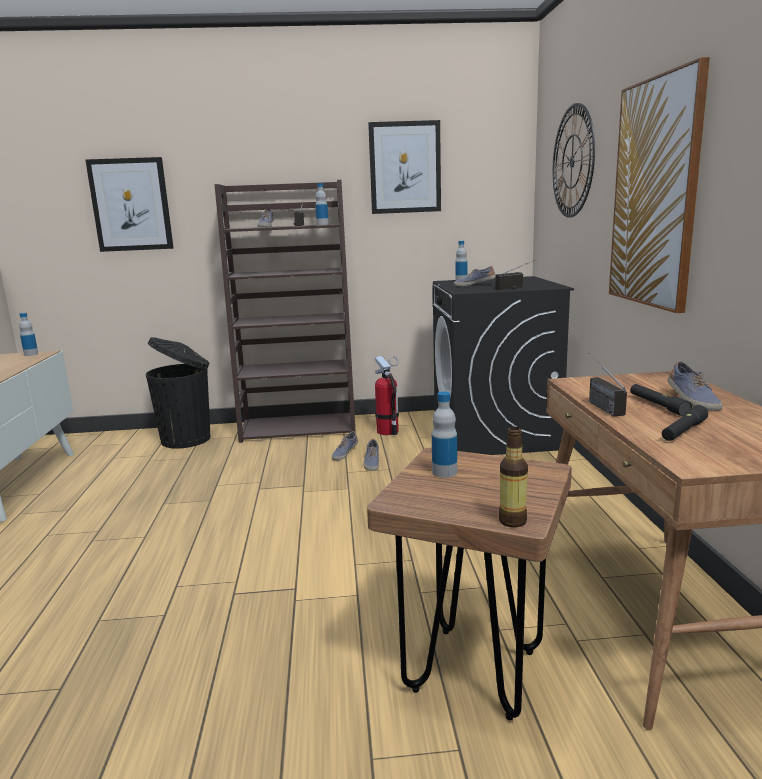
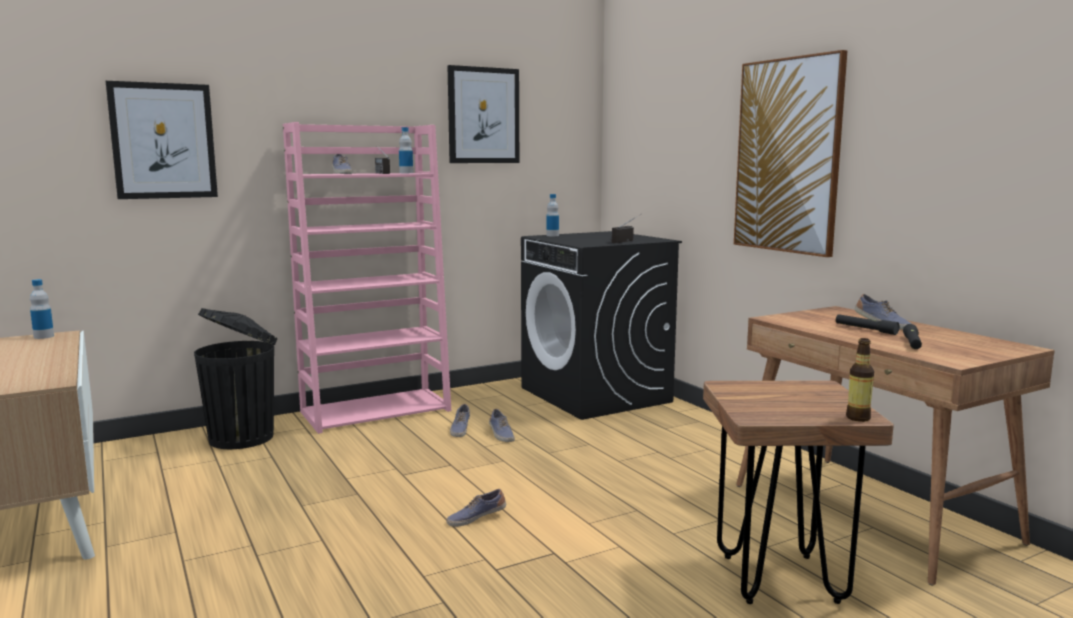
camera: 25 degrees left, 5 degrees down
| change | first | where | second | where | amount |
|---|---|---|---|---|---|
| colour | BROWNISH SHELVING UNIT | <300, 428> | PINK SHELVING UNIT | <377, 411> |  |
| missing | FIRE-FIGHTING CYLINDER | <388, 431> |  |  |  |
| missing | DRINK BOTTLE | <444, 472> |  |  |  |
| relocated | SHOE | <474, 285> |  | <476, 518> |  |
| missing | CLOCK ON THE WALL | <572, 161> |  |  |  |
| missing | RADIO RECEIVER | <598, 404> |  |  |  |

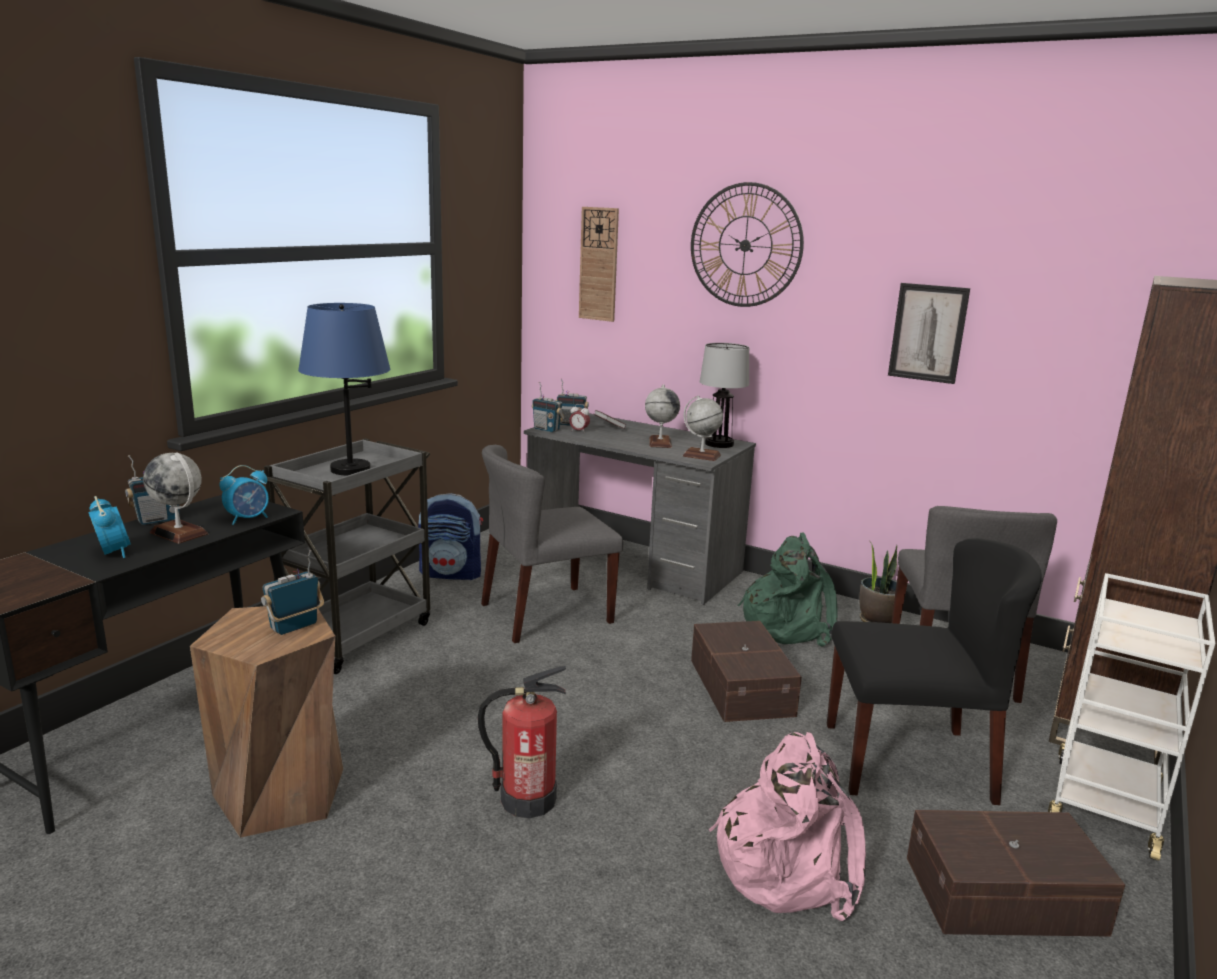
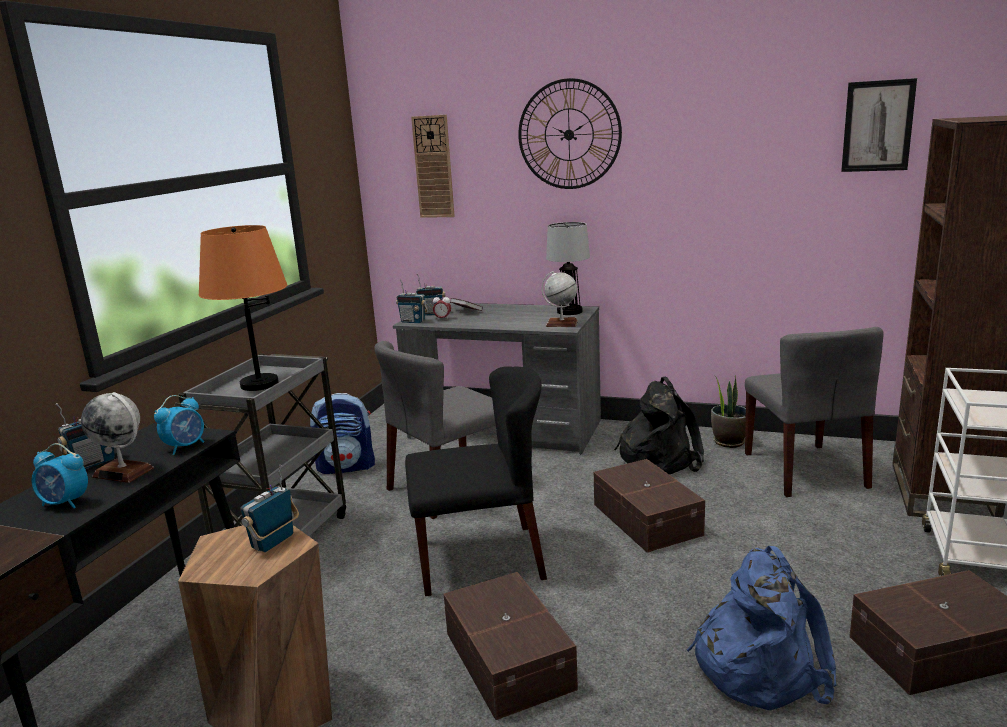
camera: 10 degrees left, 0 degrees up
| change | first | where | second | where | amount |
|---|---|---|---|---|---|
| spun | TABLE CLOCK | <113, 552> |  | <65, 503> | 150 degrees clockwise |
| colour | BLUE TABLETOP LAMP | <350, 469> | ORANGEY TABLETOP LAMP | <259, 384> |  |
| exchanged | FIRE-FIGHTING CYLINDER | <527, 799> | BROWNISH STORAGE BIN | <510, 659> |  |
| missing | WORLD GLOBE | <660, 443> |  |  |  |
| colour | PINK RUCKSACK | <788, 864> | BLUE RUCKSACK | <759, 665> |  |
| colour | GREENISH RUCKSACK | <788, 625> | BLACK-COLOURED RUCKSACK | <659, 458> |  |
| relocated | BLACK-COLOURED UPRIGHT CHAIR | <908, 761> |  | <481, 559> |  |
| relocated | WALL PICTURE | <928, 333> |  | <877, 126> |  |

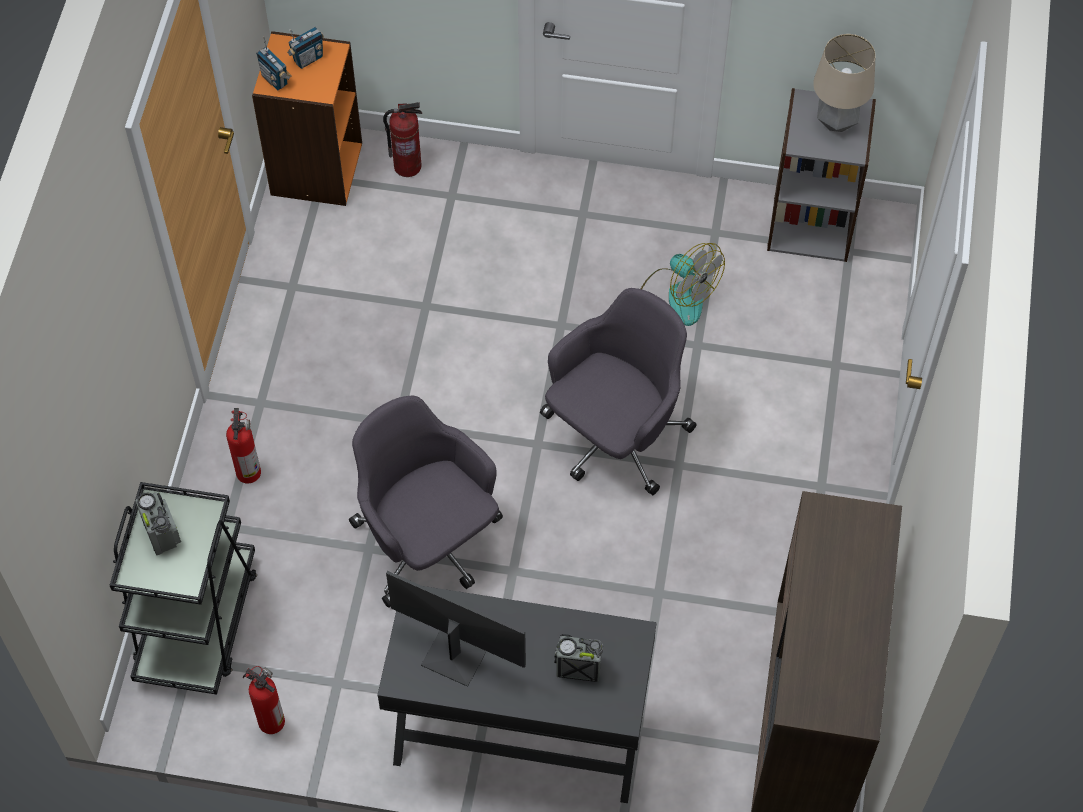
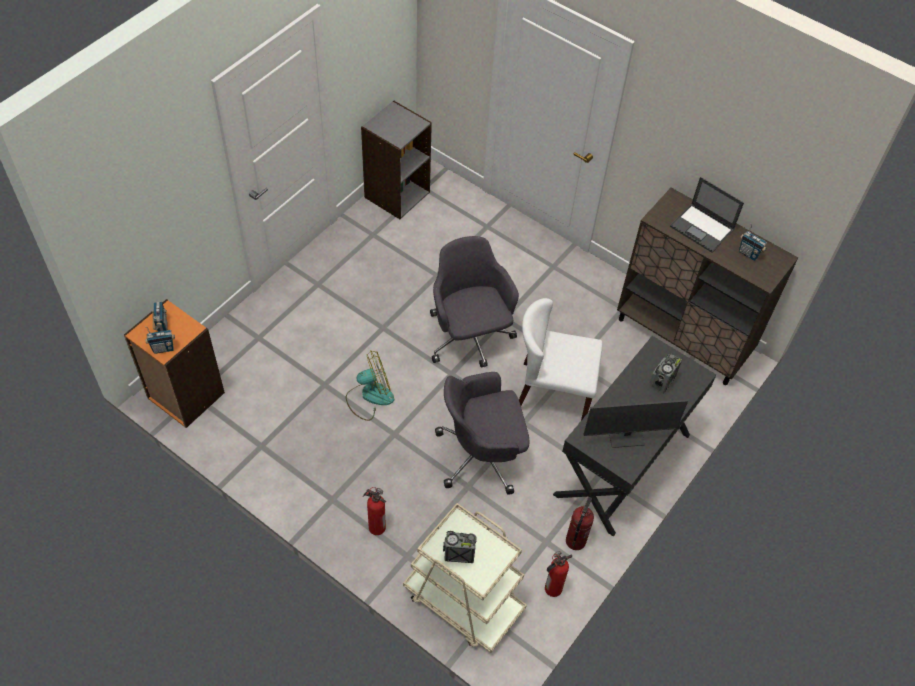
camera: 65 degrees left, 5 degrees down
| change | first | where | second | where | amount |
|---|---|---|---|---|---|
| colour | BLACK-COLOURED TROLLEY | <197, 621> | BEIGE TROLLEY | <463, 601> |  |
| relocated | FIRE-FIGHTING CYLINDER | <408, 166> |  | <575, 540> |  |
| spun | COMPUTER SCREEN | <454, 656> |  | <626, 436> | 150 degrees counterclockwise |
| relocated | ELECTRIC FAN | <677, 296> |  | <369, 396> |  |
| missing | TABLETOP LAMP | <836, 122> |  |  |  |
| appeared |  |  | WHITISH UPRIGHT CHAIR | <552, 392> |  |
| appeared |  |  | LAPTOP | <702, 228> |  |
| appeared |  |  | RADIO RECEIVER | <748, 254> |  |

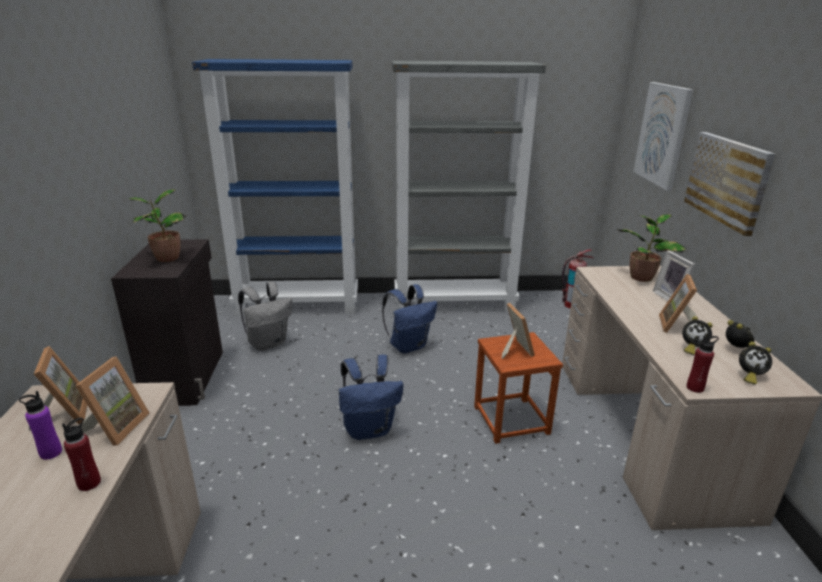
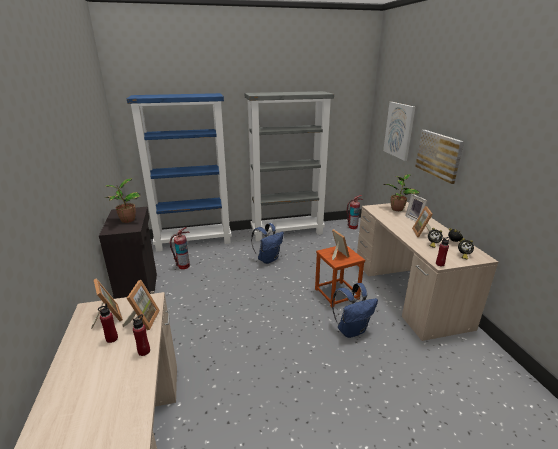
camera: 10 degrees left, 0 degrees up
| change | first | where | second | where | amount |
|---|---|---|---|---|---|
| colour | PURPLISH DRINK BOTTLE | <51, 453> | RED-COLOURED DRINK BOTTLE | <112, 338> |  |
| exchanged | GRAY RUCKSACK | <268, 343> | FIRE-FIGHTING CYLINDER | <183, 266> |  |
| relocated | BLUE RUCKSACK | <369, 429> |  | <351, 330> |  |

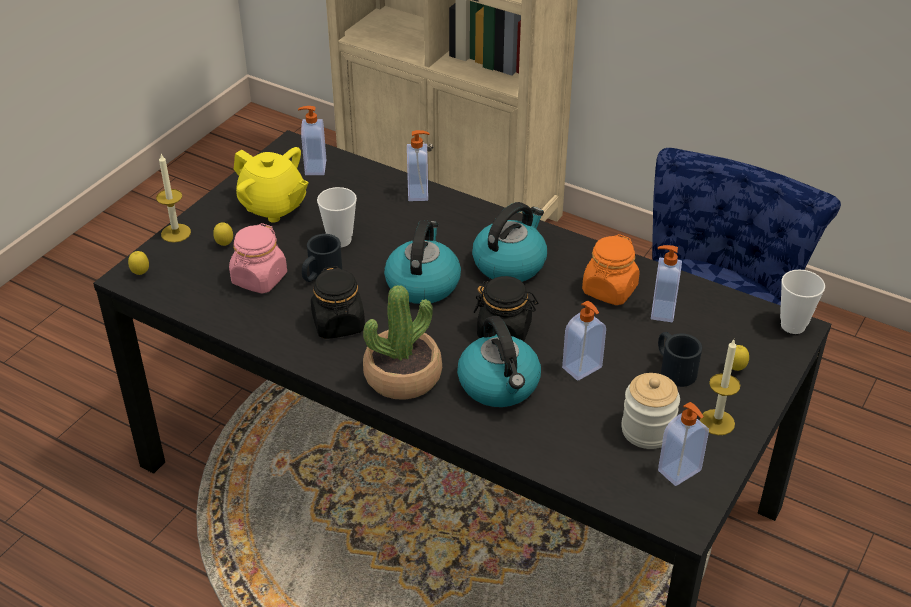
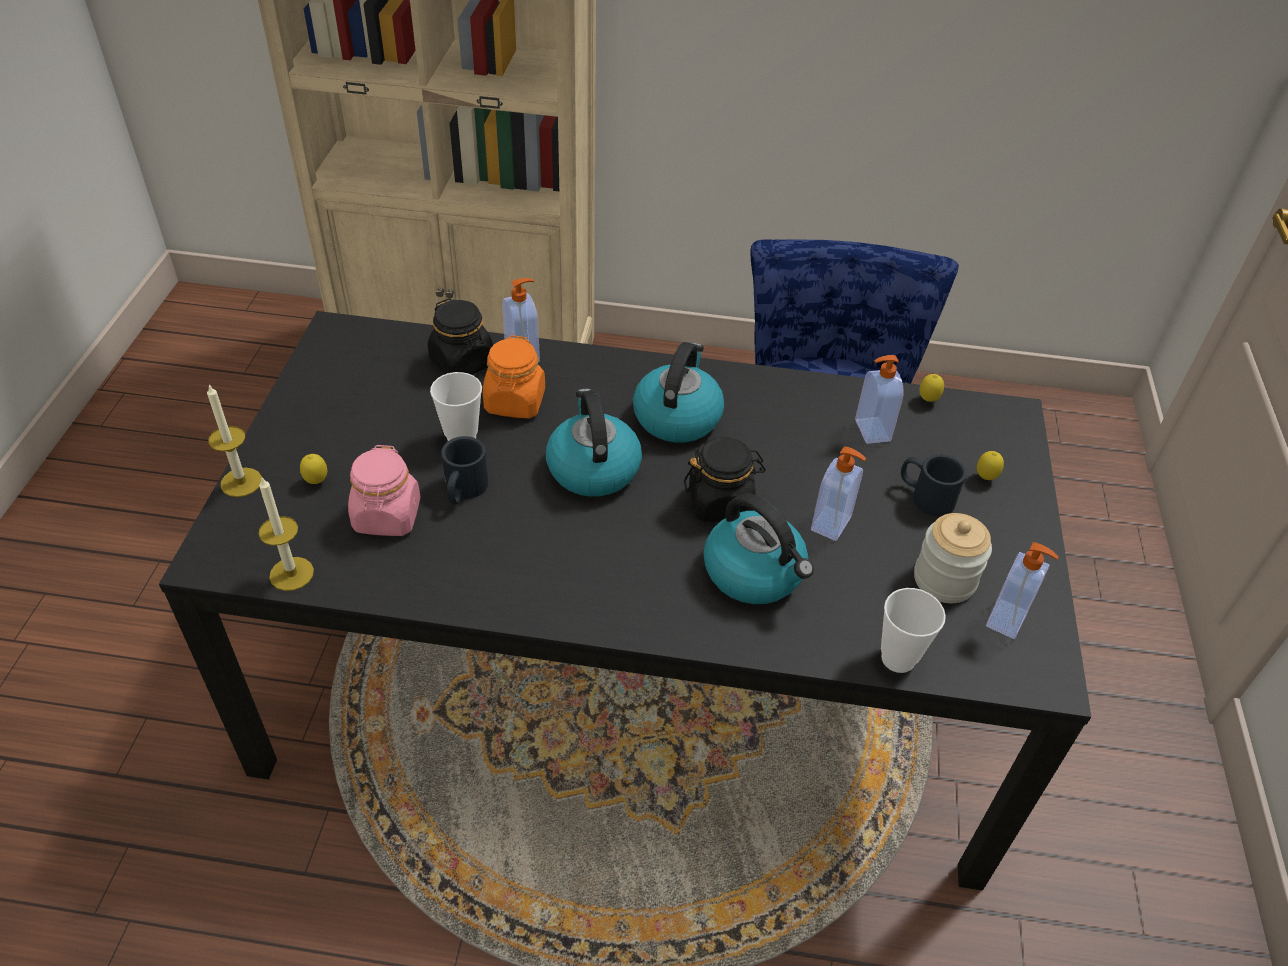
camera: 25 degrees left, 5 degrees up
| change | first | where | second | where | amount |
|---|---|---|---|---|---|
| relocated | CITRUS FRUIT | <141, 274> |  | <928, 400> |  |
| missing | YELLOWISH TEAPOT | <273, 206> |  |  |  |
| missing | LIQUID SOAP BOTTLE | <314, 168> |  |  |  |
| relocated | BLACK-COLOURED STORAGE JAR | <338, 324> |  | <462, 362> |  |
| missing | POTTED PLANT | <403, 376> |  |  |  |
| relocated | ORANGEY STORAGE JAR | <609, 290> |  | <515, 402> |  |
| relocated | WAX CANDLE | <717, 422> |  | <291, 574> |  |
| relocated | DRINKING CUP | <793, 325> |  | <898, 658> |  |

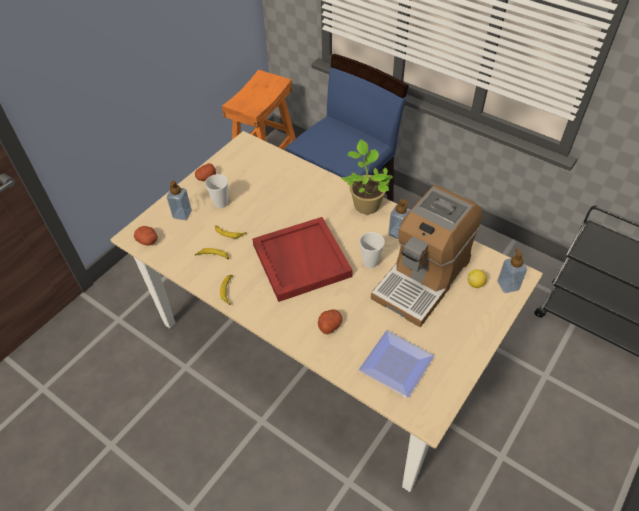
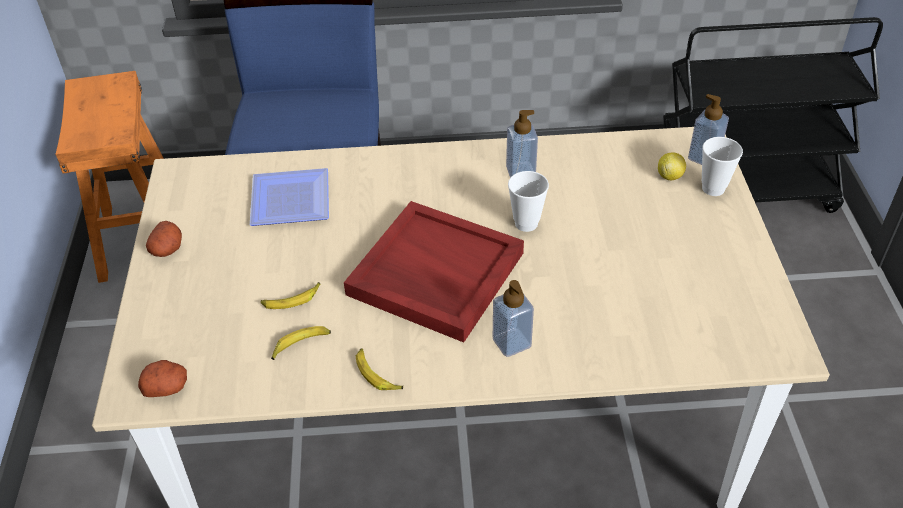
camera: 40 degrees left, 5 degrees down
| change | first | where | second | where | amount |
|---|---|---|---|---|---|
| relocated | LIQUID SOAP BOTTLE | <182, 214> |  | <511, 342> |  |
| relocated | DRINKING CUP | <221, 203> |  | <713, 188> |  |
| missing | WHOLE POTATO | <329, 325> |  |  |  |
| missing | POTTED PLANT | <366, 204> |  |  |  |
| relocated | PLATE | <395, 362> |  | <288, 199> |  |
| missing | COFFEE BREWER | <422, 278> |  |  |  |

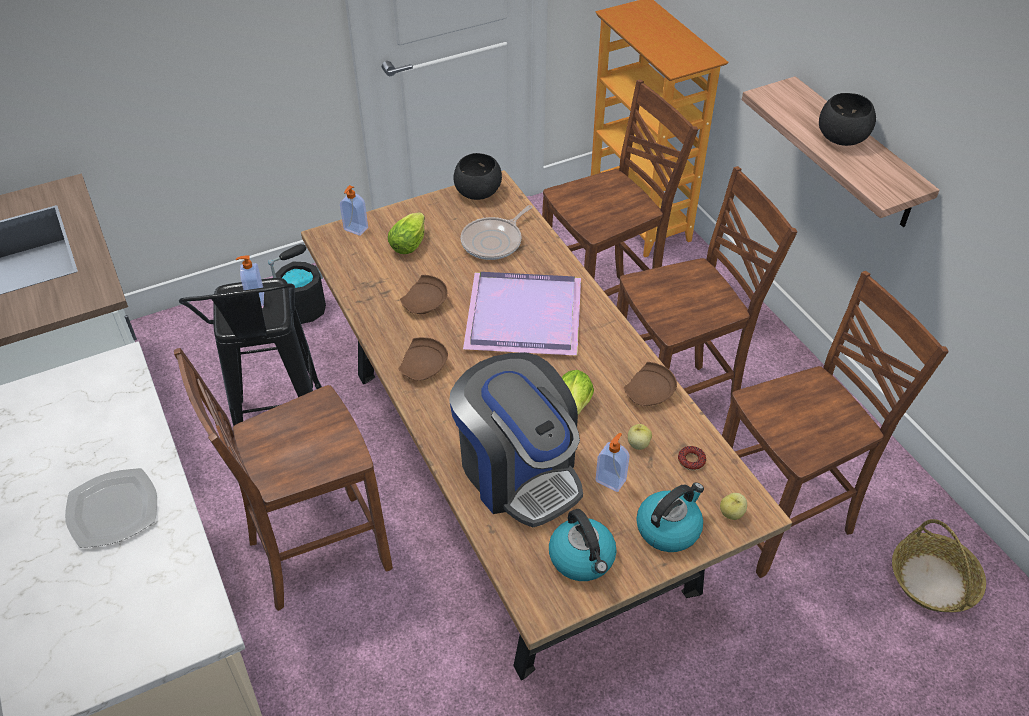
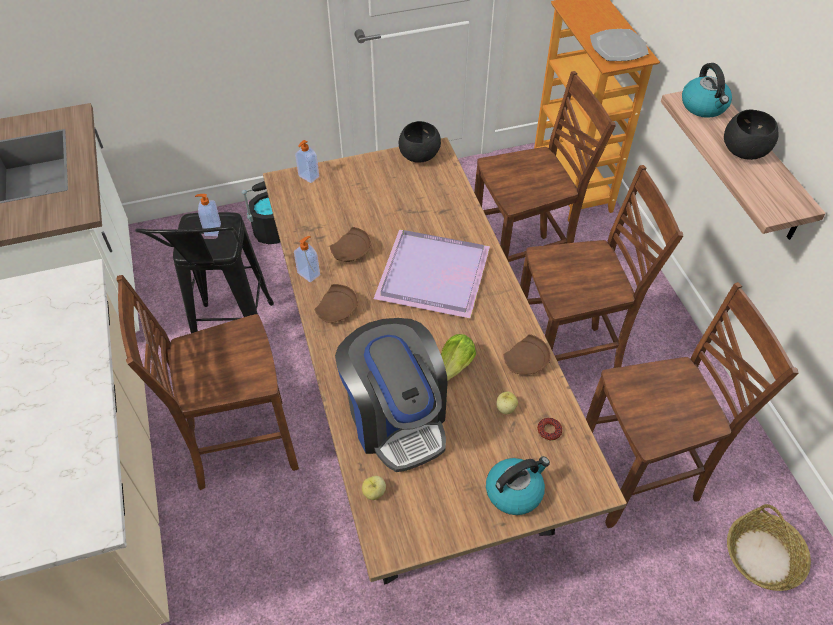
camera: 10 degrees right, 5 degrees up
| change | first | where | second | where | amount |
|---|---|---|---|---|---|
| relocated | PLATE | <112, 511> |  | <618, 48> |  |
| missing | HEAD OF LETTUCE | <410, 243> |  |  |  |
| missing | FRYING PAN | <494, 241> |  |  |  |
| relocated | WATER KETTLE | <582, 558> |  | <704, 106> |  |
| relocated | LIQUID SOAP BOTTLE | <611, 480> |  | <309, 273> |  |
| relocated | WHOLE APPLE | <732, 513> |  | <374, 493> |  |

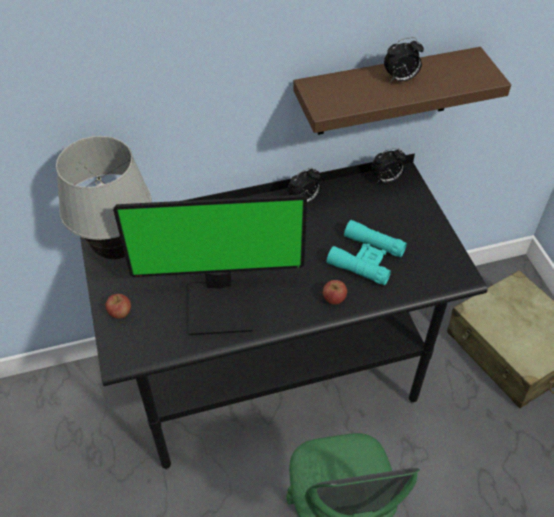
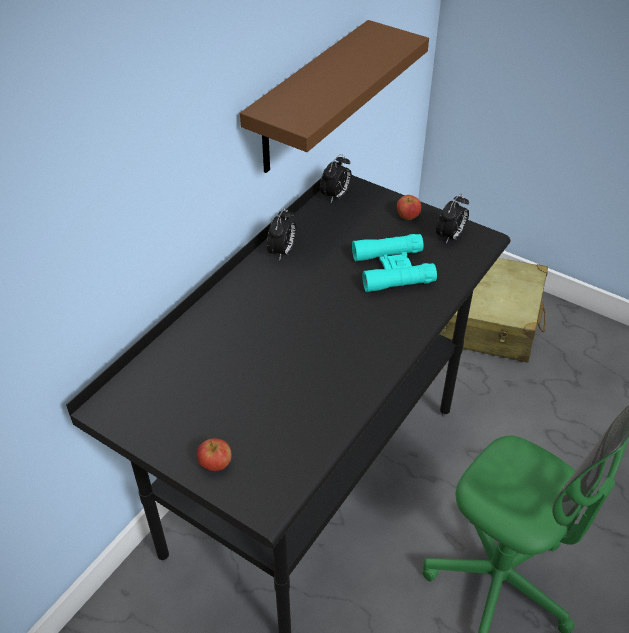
camera: 40 degrees left, 5 degrees down
| change | first | where | second | where | amount |
|---|---|---|---|---|---|
| missing | WHITISH TABLETOP LAMP | <117, 251> |  |  |  |
| missing | COMPUTER SCREEN | <221, 304> |  |  |  |
| relocated | WHOLE APPLE | <334, 299> |  | <408, 216> |  |
| relocated | TABLE CLOCK | <400, 79> |  | <450, 237> |  |

